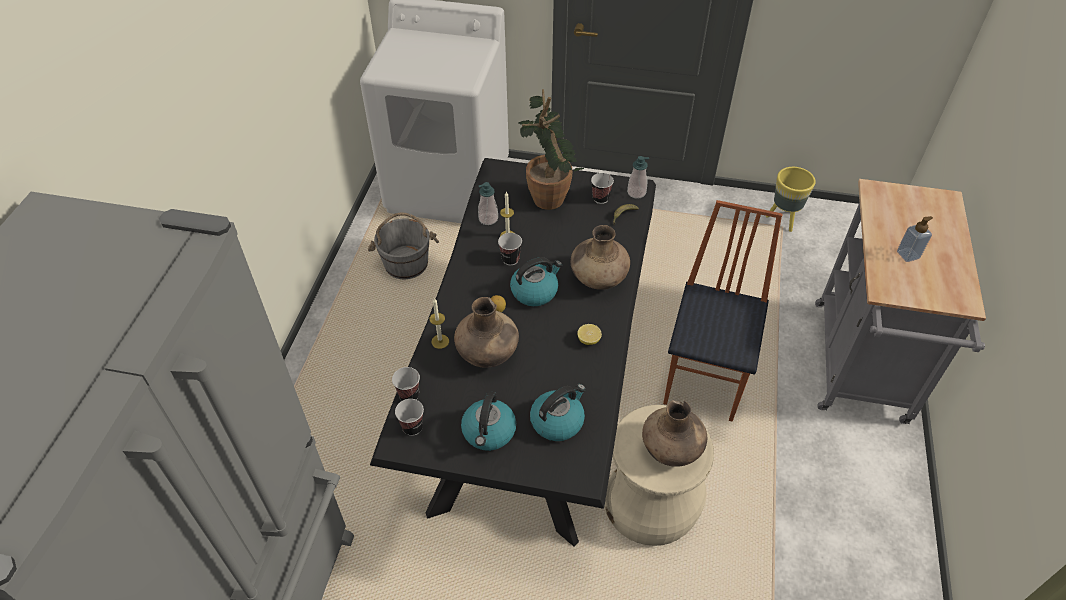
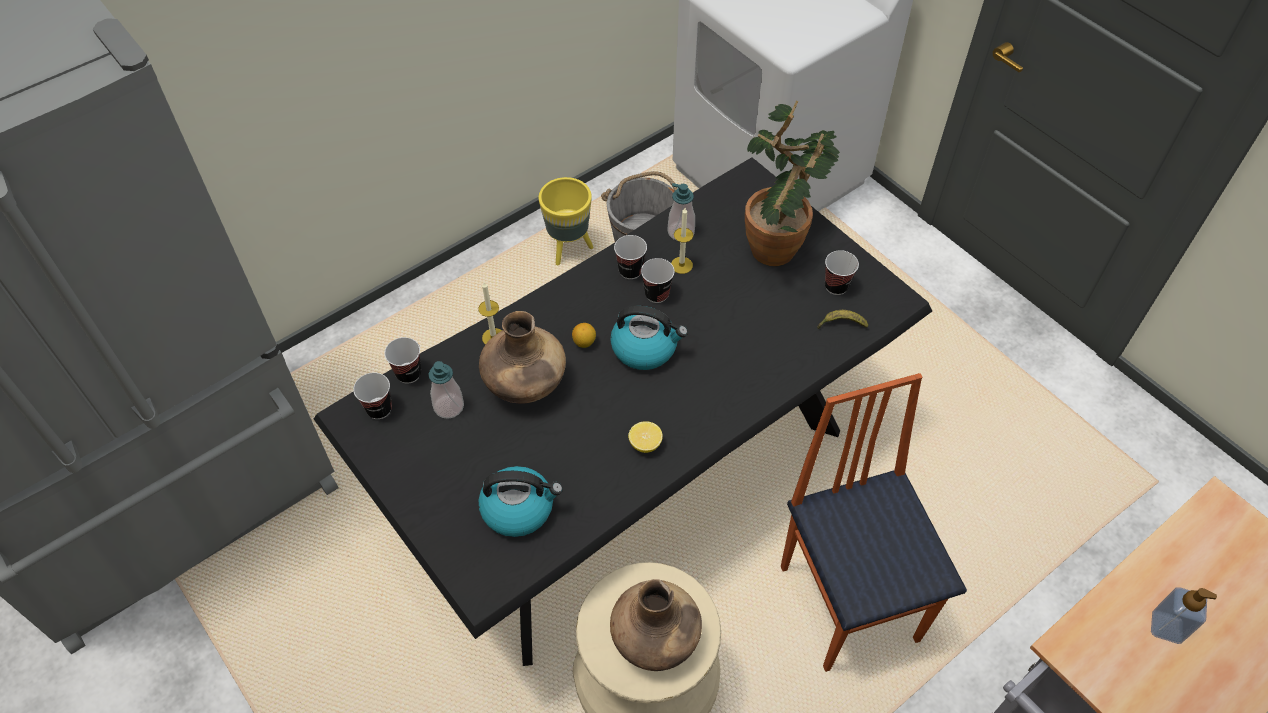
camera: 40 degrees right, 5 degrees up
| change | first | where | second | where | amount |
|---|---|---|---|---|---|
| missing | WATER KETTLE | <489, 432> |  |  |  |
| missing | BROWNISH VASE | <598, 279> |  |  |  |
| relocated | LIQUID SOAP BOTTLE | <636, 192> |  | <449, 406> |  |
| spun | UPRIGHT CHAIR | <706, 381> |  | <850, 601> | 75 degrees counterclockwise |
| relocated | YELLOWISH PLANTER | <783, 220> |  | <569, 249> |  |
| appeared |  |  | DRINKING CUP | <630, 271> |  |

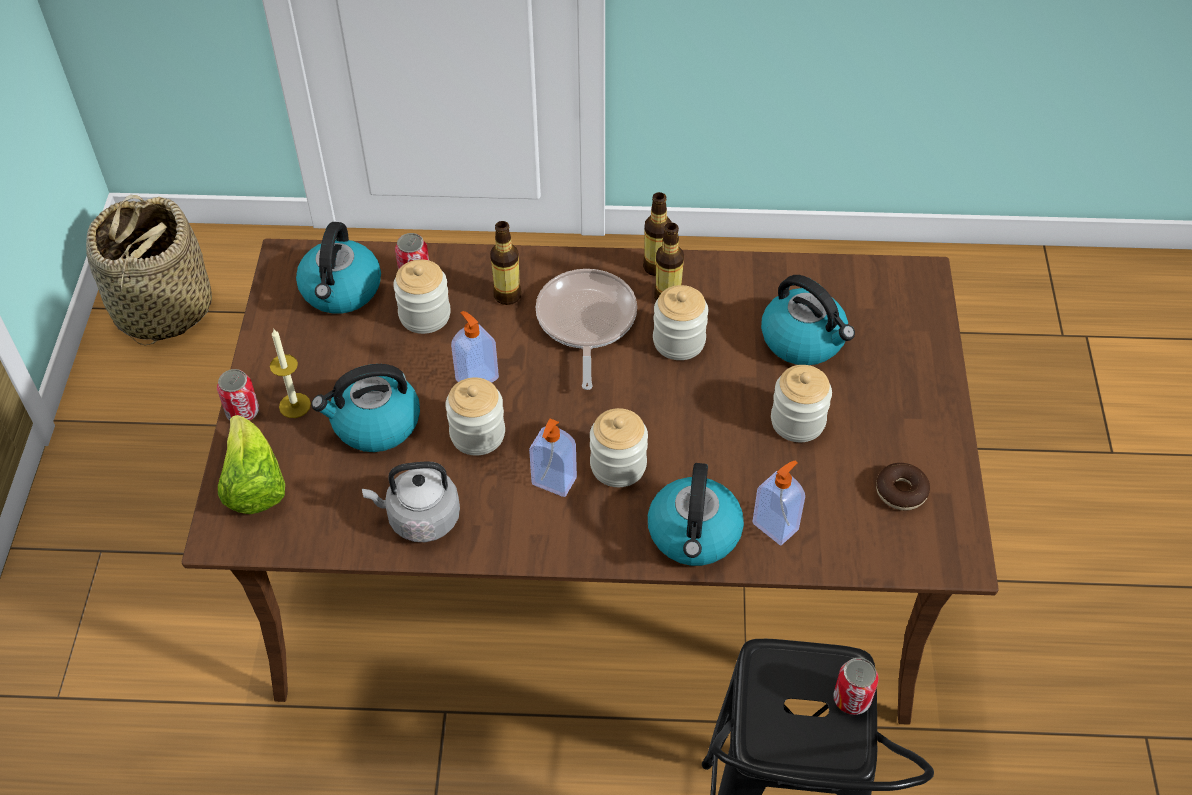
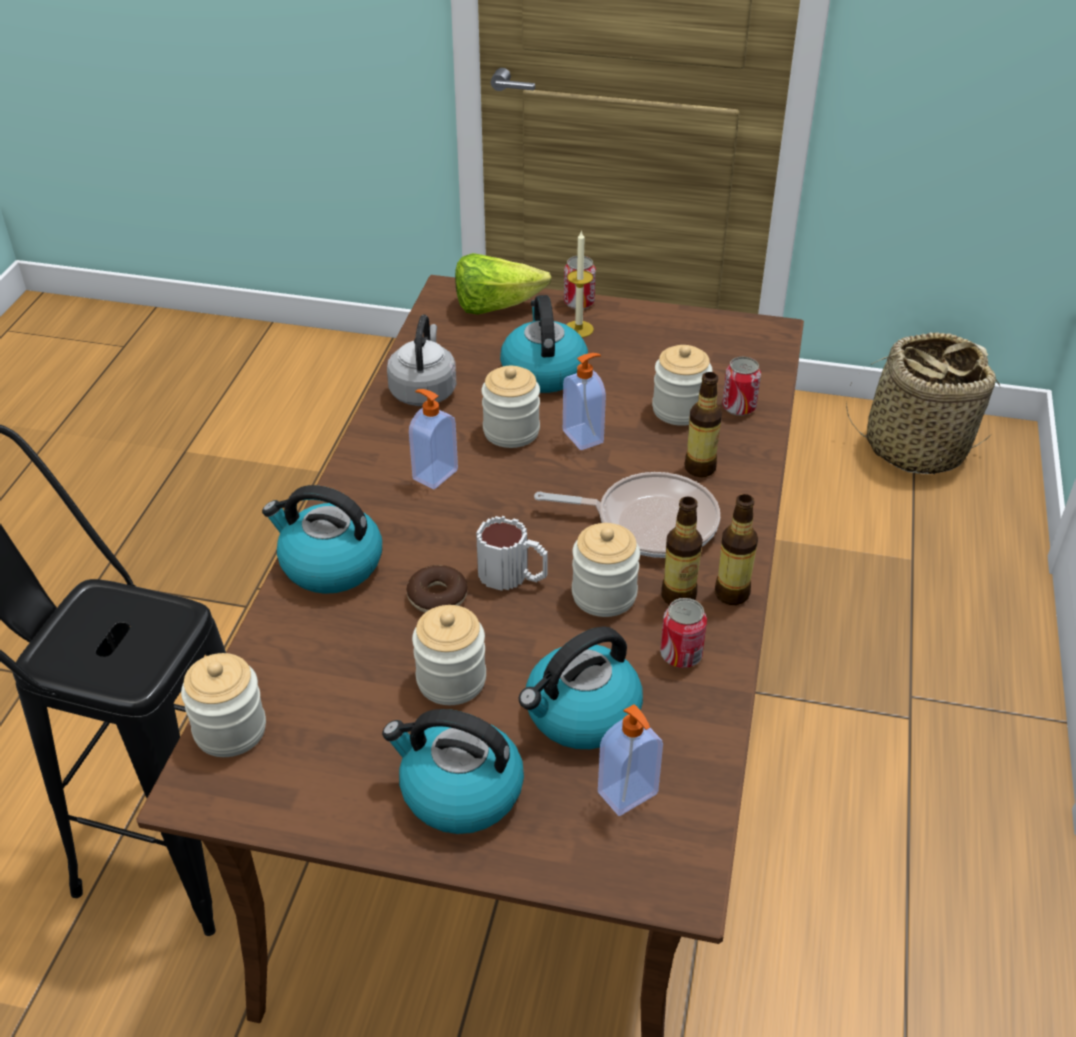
camera: 100 degrees right, 10 degrees down
| change | first | where | second | where | amount |
|---|---|---|---|---|---|
| relocated | WATER KETTLE | <341, 290> |  | <459, 792> |  |
| relocated | STORAGE JAR | <618, 465> |  | <230, 730> |  |
| relocated | LIQUID SOAP BOTTLE | <776, 526> |  | <629, 795> |  |
| relocated | CAN | <852, 699> |  | <681, 655> |  |
| relocated | DOUGHNUT | <901, 491> |  | <437, 597> |  |
| appeared |  |  | MUG | <513, 576> |  |

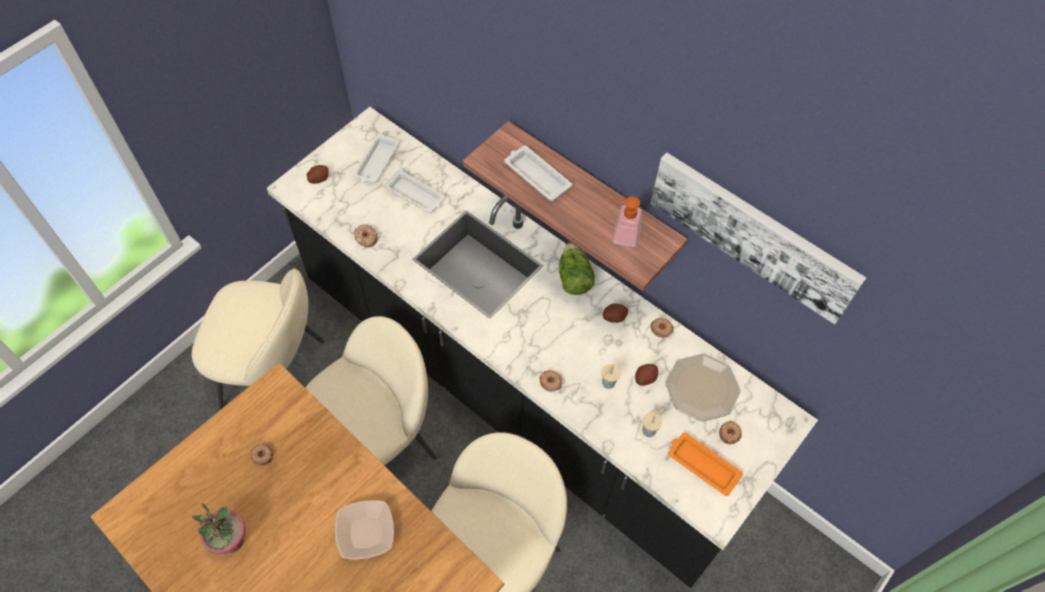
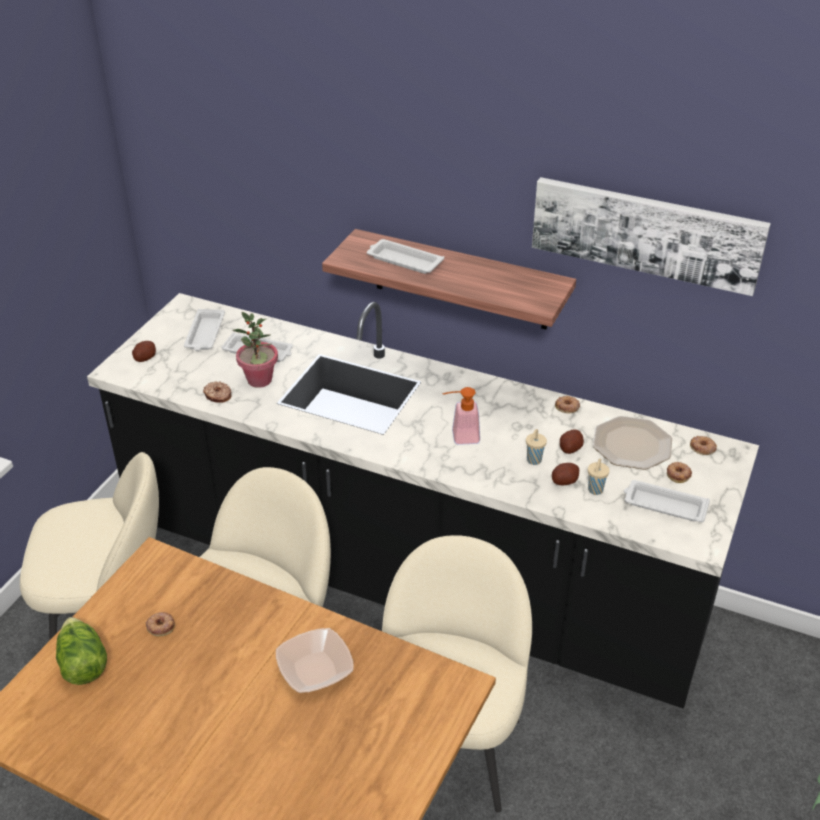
camera: 15 degrees left, 20 degrees down
| change | first | where | second | where | amount |
|---|---|---|---|---|---|
| relocated | POTTED PLANT | <231, 540> |  | <259, 380> |  |
| relocated | DOUGHNUT | <550, 382> |  | <702, 448> |  |
| relocated | HEAD OF LETTUCE | <573, 278> |  | <82, 663> |  |
| relocated | WHOLE POTATO | <614, 317> |  | <564, 481> |  |
| relocated | LIQUID SOAP BOTTLE | <620, 235> |  | <460, 437> |  |
| colour | ORANGEY CARRYING TRAY | <702, 464> | WHITISH CARRYING TRAY | <664, 505> |  |

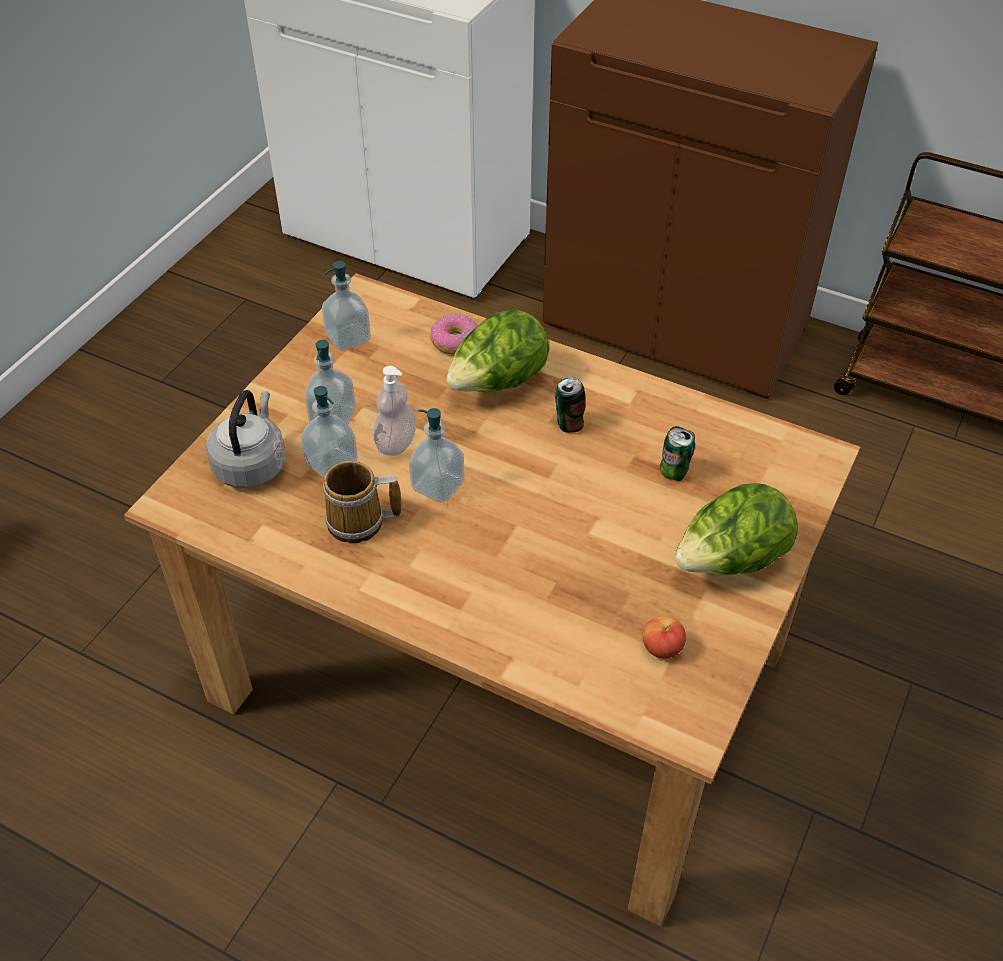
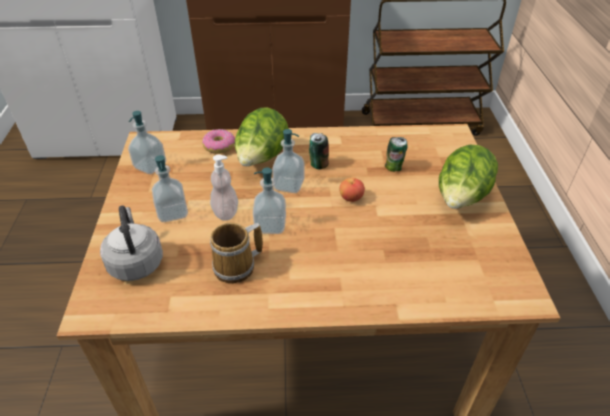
camera: 30 degrees left, 5 degrees down
| change | first | where | second | where | amount |
|---|---|---|---|---|---|
| relocated | LIQUID SOAP BOTTLE | <331, 463> |  | <289, 185> |  |
| relocated | WHOLE APPLE | <662, 648> |  | <351, 197> |  |

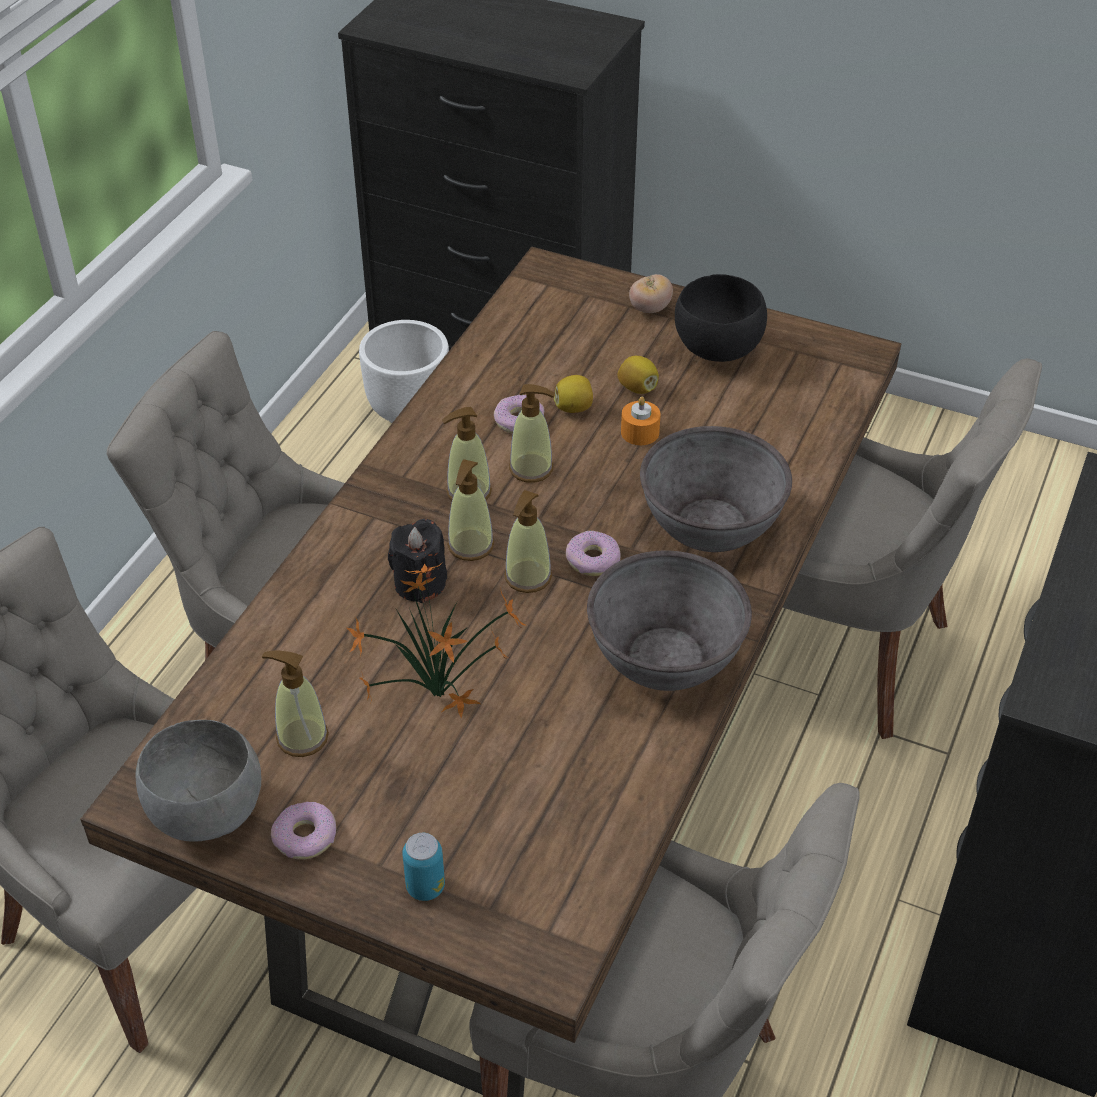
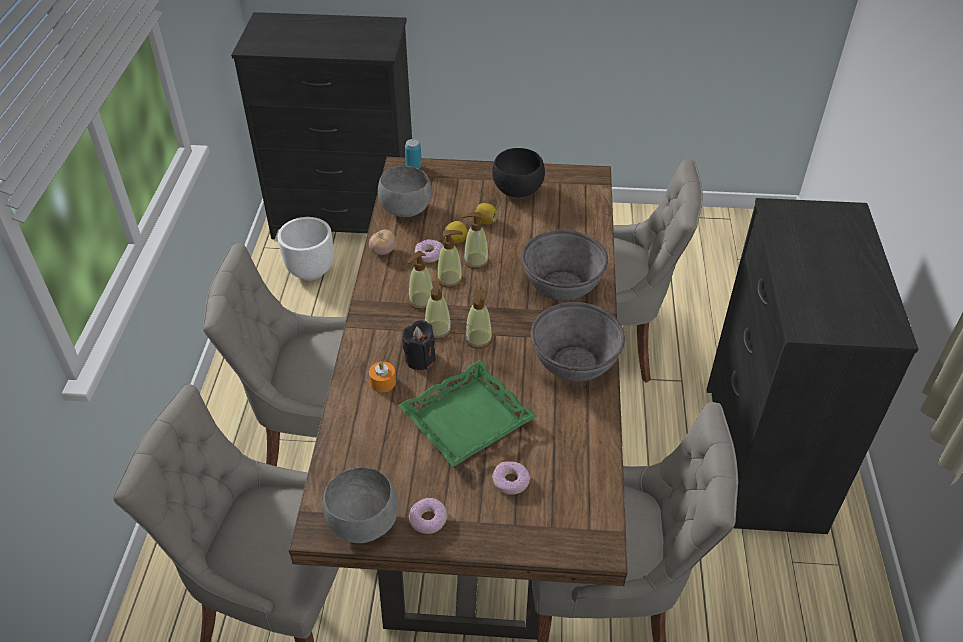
camera: 20 degrees left, 0 degrees up
| change | first | where | second | where | amount |
|---|---|---|---|---|---|
| relocated | LIQUID SOAP BOTTLE | <302, 737> |  | <476, 261> |  |
| exchanged | POTTED PLANT | <444, 697> | GREENISH CARRYING TRAY | <466, 418> |  |
| relocated | CAN | <425, 887> |  | <414, 167> |  |
| relocated | DOUGHNUT | <592, 560> |  | <510, 481> |  |
| relocated | ORANGEY WAX CANDLE | <640, 432> |  | <383, 382> |  |
| relocated | WHOLE TOMATO | <650, 308> |  | <383, 251> |  |
| appeared |  |  | GRAY SERVING BOWL | <405, 209> |  |

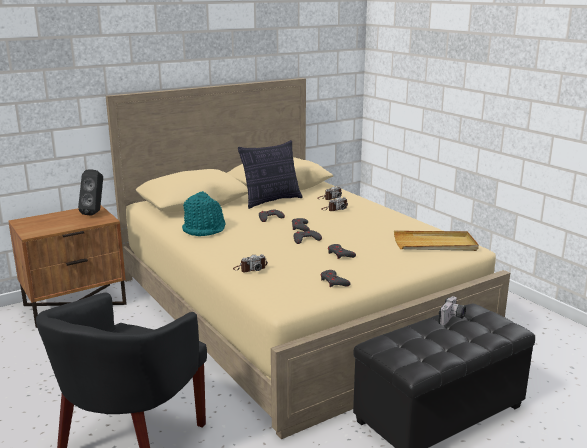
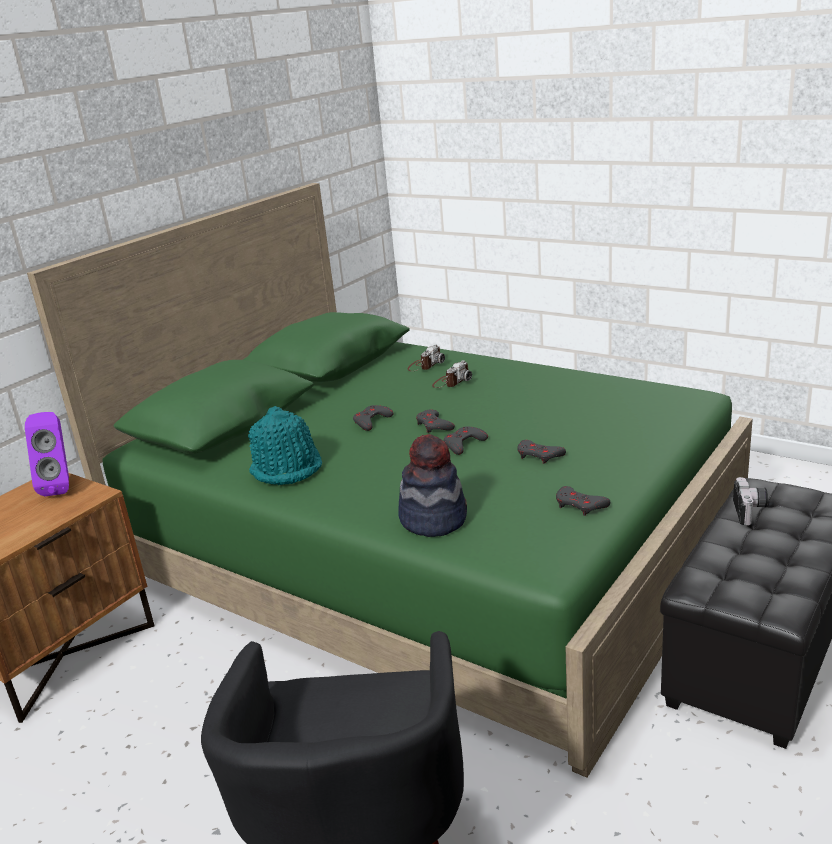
camera: 20 degrees left, 5 degrees up
| change | first | where | second | where | amount |
|---|---|---|---|---|---|
| colour | BLACK-COLOURED LOUDSPEAKER | <95, 213> | PURPLISH LOUDSPEAKER | <61, 487> |  |
| colour | BEIGE SLEEPING BED | <293, 309> | GREENISH SLEEPING BED | <428, 551> |  |
| exchanged | PHOTO CAMERA | <250, 268> | HAT | <433, 519> |  |
| missing | PILLOW | <271, 201> |  |  |  |
| missing | BEIGE CARRYING TRAY | <435, 244> |  |  |  |

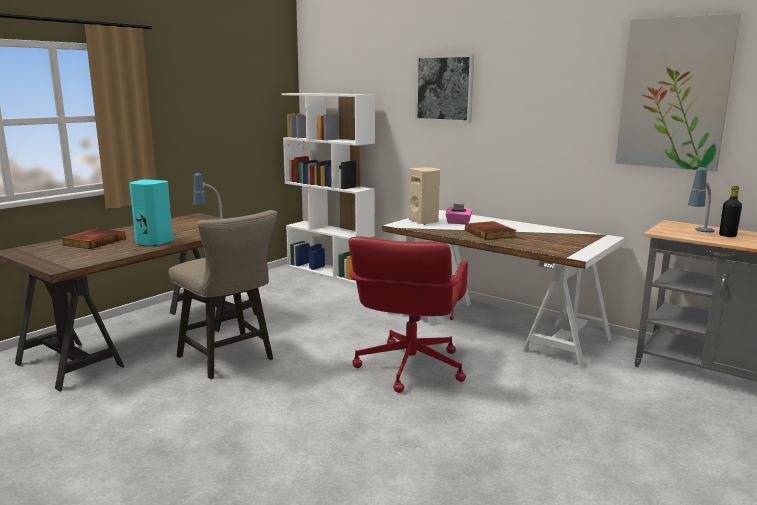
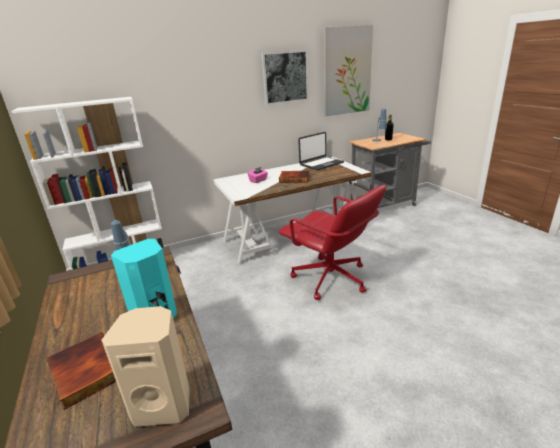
camera: 60 degrees left, 10 degrees up
| change | first | where | second | where | amount |
|---|---|---|---|---|---|
| missing | BEIGE STOOL | <230, 359> |  |  |  |
| relocated | BEIGE LOUDSPEAKER | <424, 221> |  | <164, 404> |  |
| relocated | WALL PICTURE | <444, 88> |  | <285, 77> |  |
| appeared |  |  | LAPTOP | <321, 164> |  |

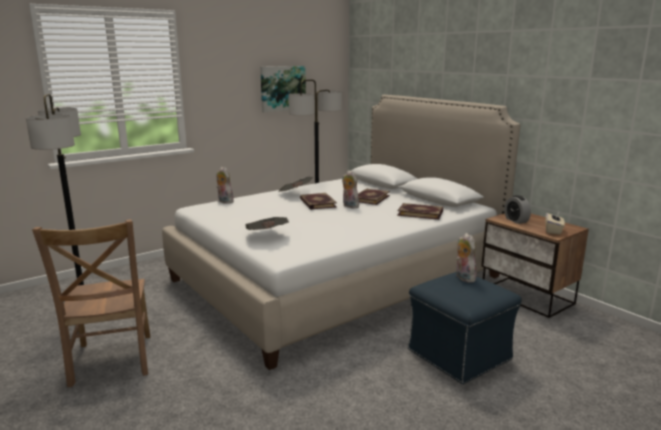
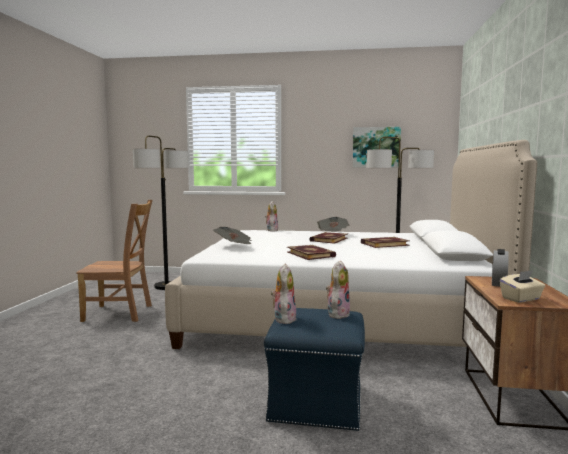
camera: 45 degrees right, 10 degrees down
| change | first | where | second | where | amount |
|---|---|---|---|---|---|
| spun | BROWNISH UPRIGHT CHAIR | <111, 362> |  | <121, 313> | 120 degrees counterclockwise |
| relocated | CUDDLY TOY | <349, 206> |  | <283, 319> |  |
| relocated | BOOK | <420, 213> |  | <311, 254> |  |

